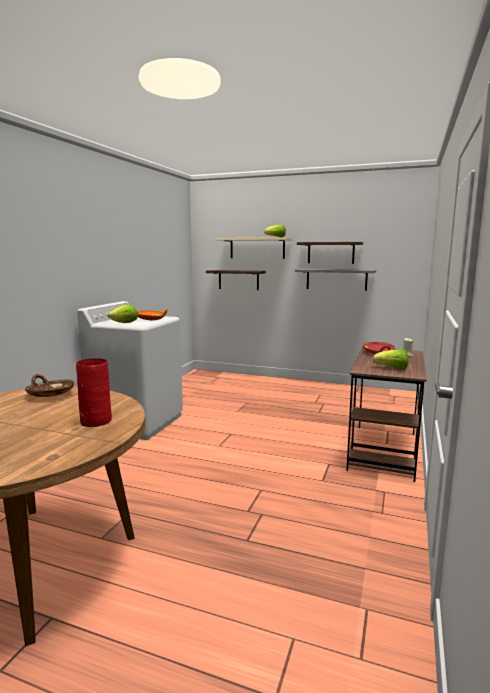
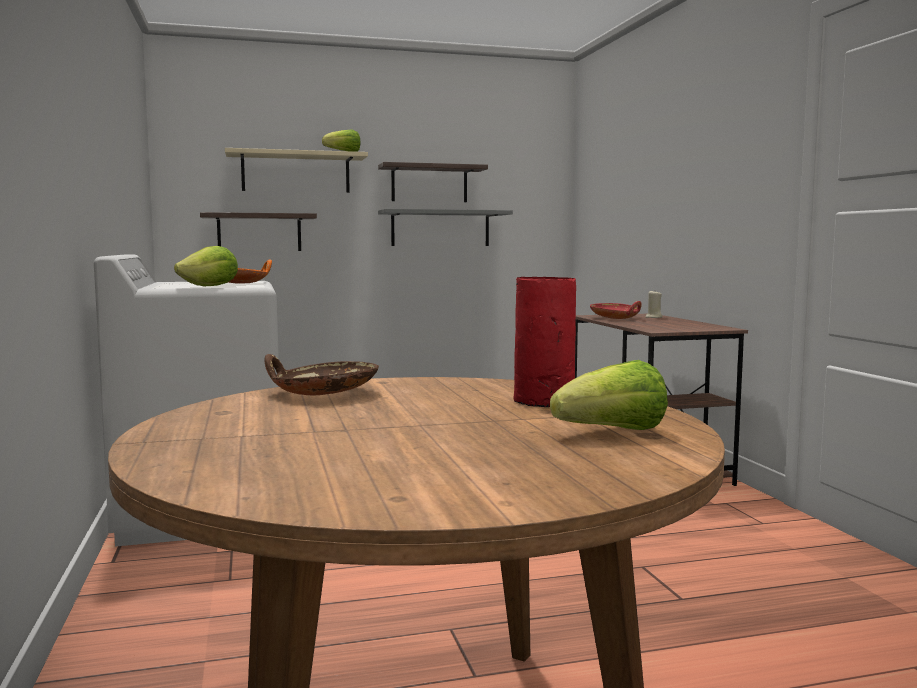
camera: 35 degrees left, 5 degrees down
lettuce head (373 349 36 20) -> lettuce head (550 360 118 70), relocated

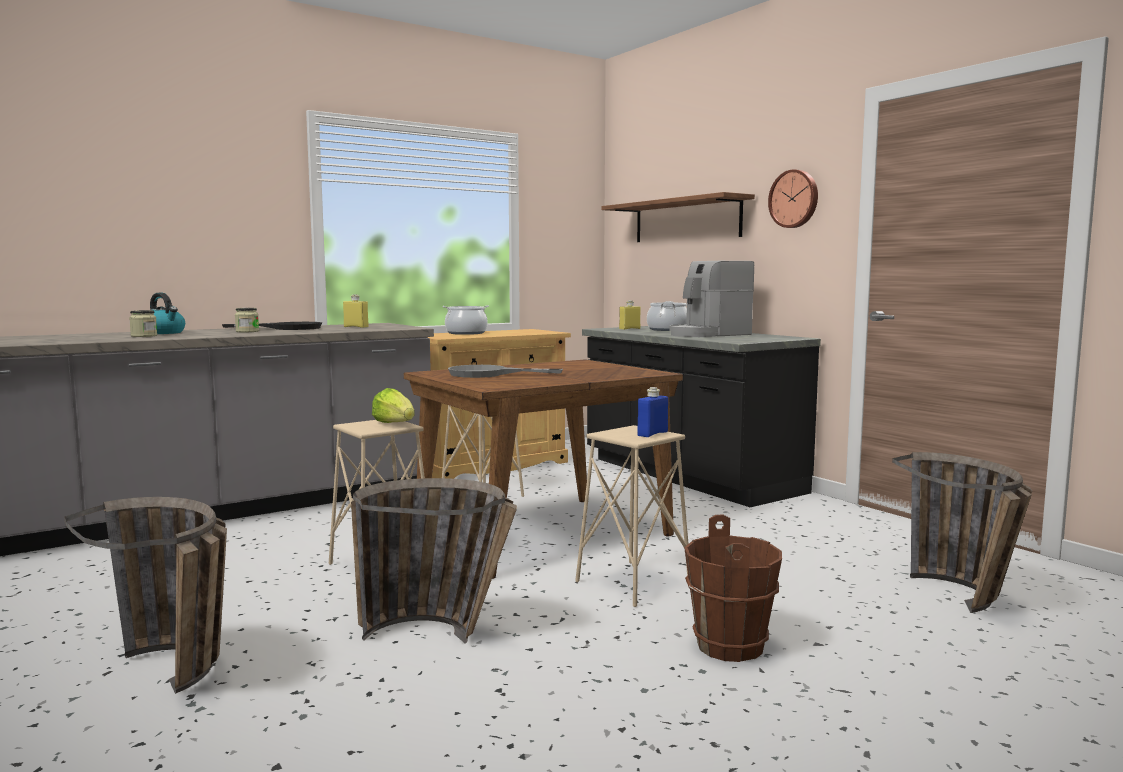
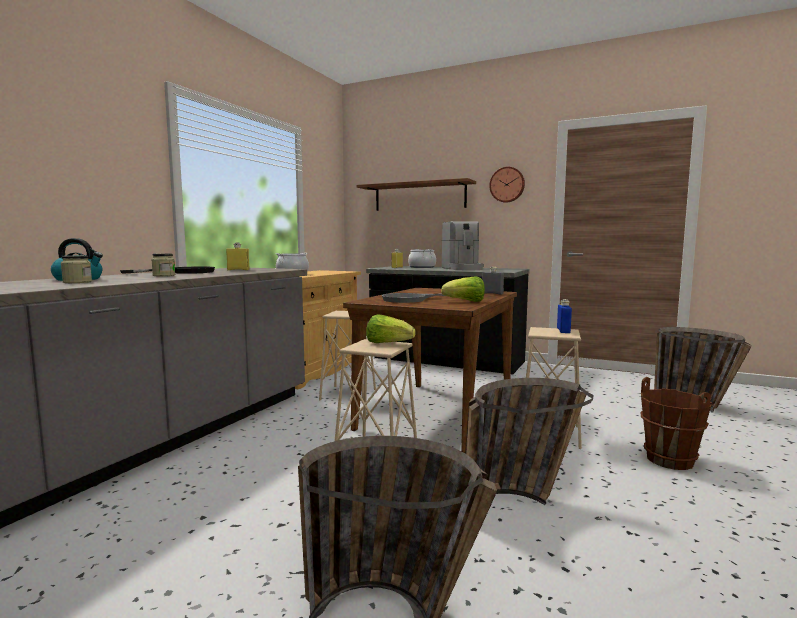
camera: 30 degrees left, 0 degrees up
none -> lettuce head (441 276 44 26)
coffee maker (669 261 85 76) -> coffee maker (442 221 42 49), 45 degrees counterclockwise
none -> grey drink bottle (482 266 22 29)

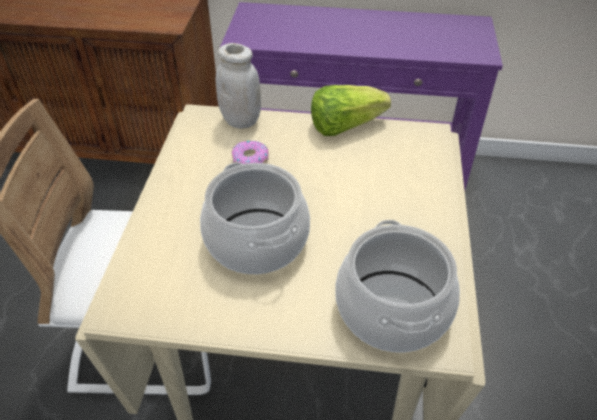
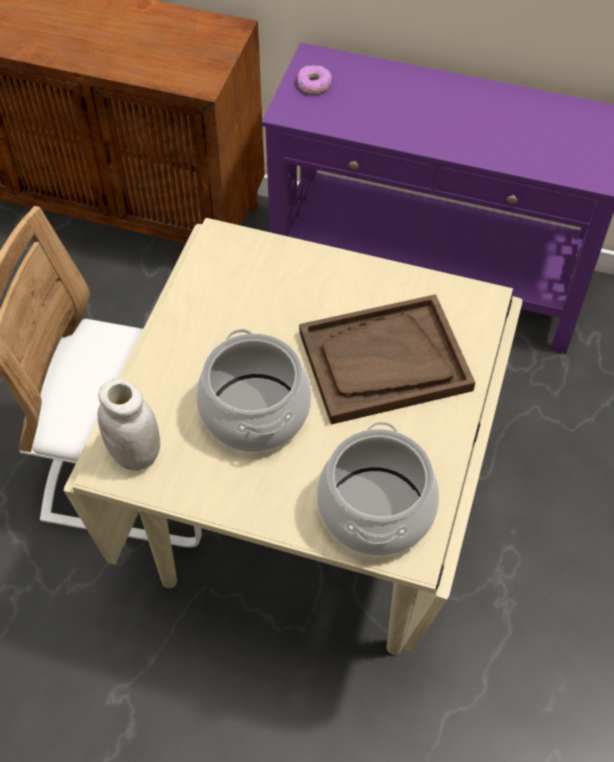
camera: 10 degrees right, 10 degrees up
whitish jar (216 43 45 86) -> whitish jar (97 378 63 93), relocated
doughnut (232 141 37 23) -> doughnut (297 65 35 29), relocated
none -> brownish serving tray (299 294 176 130)
lettuce head (311 85 80 51) -> none

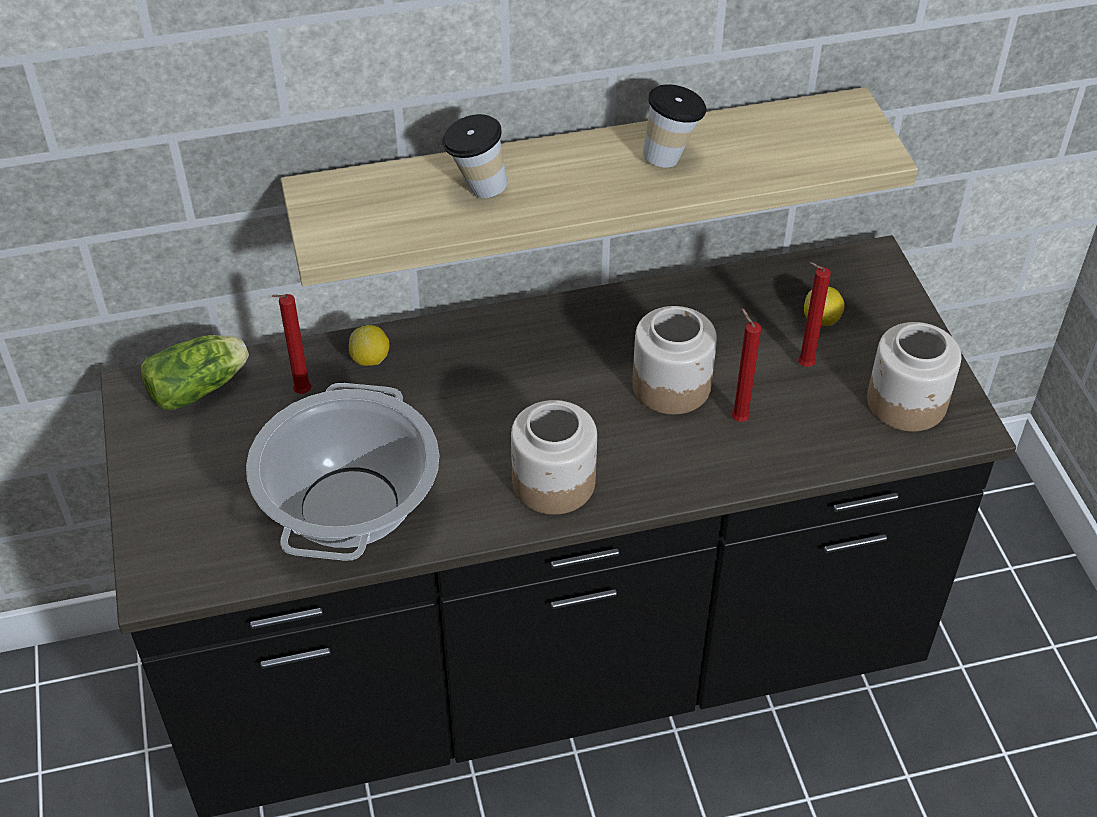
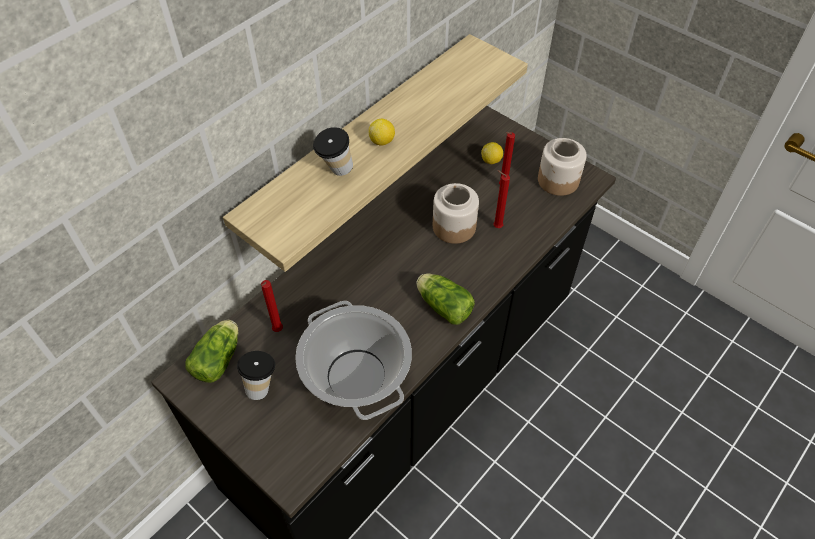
camera: 35 degrees left, 5 degrees up
small cup (643 84 64 84) -> small cup (237 351 38 49), relocated
whole lemon (349 325 41 41) -> whole lemon (368 119 27 27), relocated
jar (511 400 86 115) -> lettuce head (416 273 59 52)

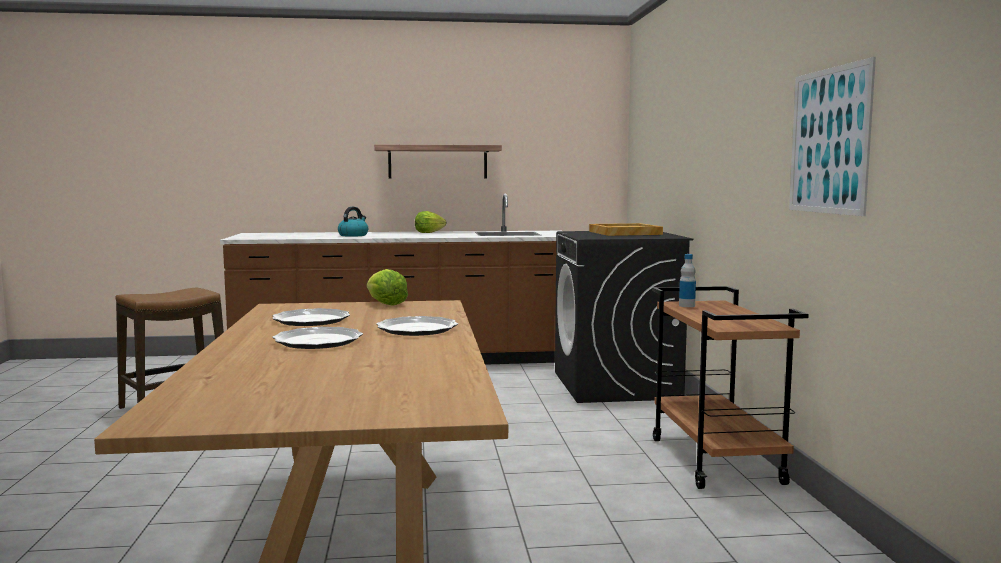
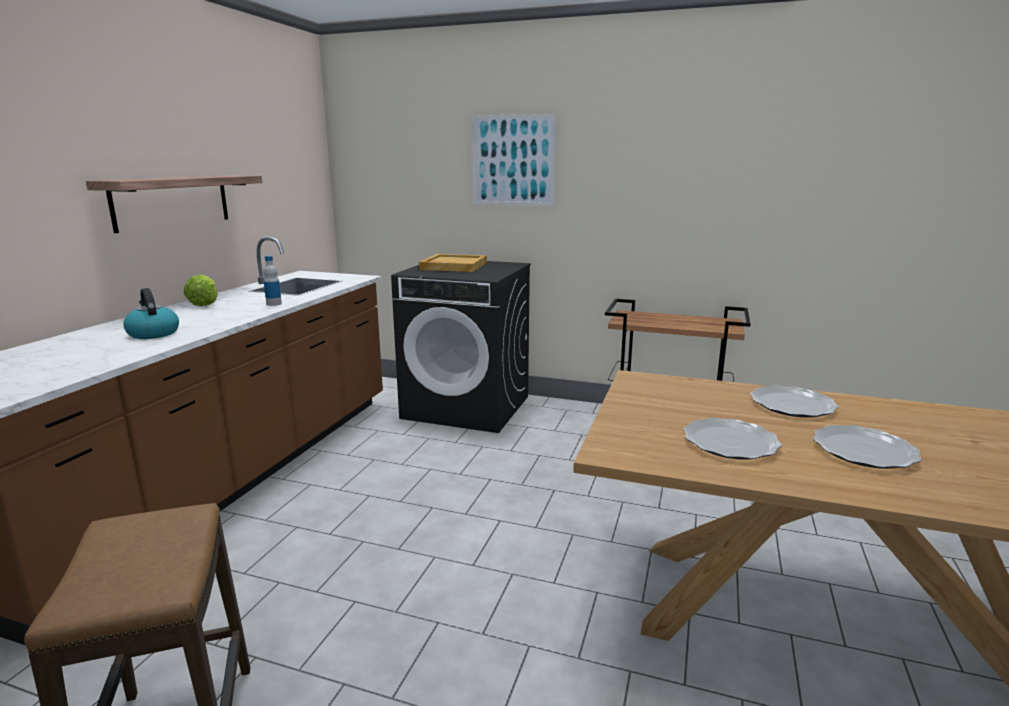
camera: 65 degrees left, 10 degrees up
drink bottle (679 254 17 53) -> drink bottle (263 256 19 50), relocated
wall picture (789 57 87 159) -> wall picture (472 114 84 92), relocated
lettuce head (367 269 41 37) -> none

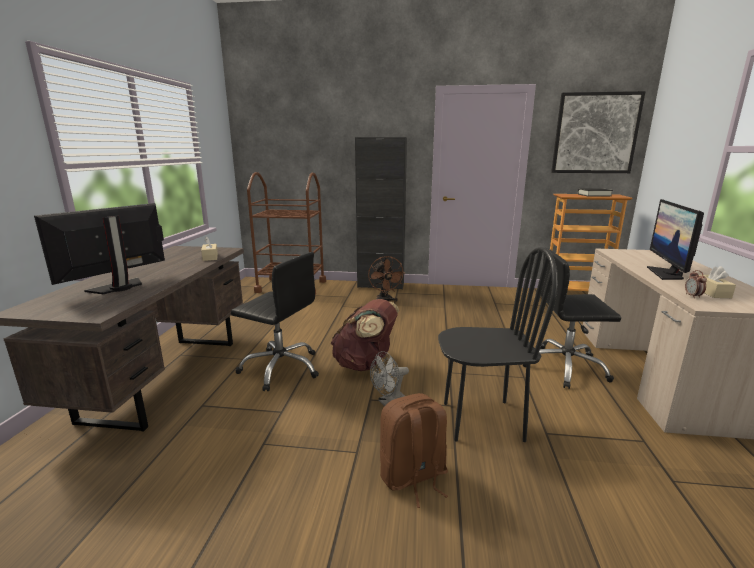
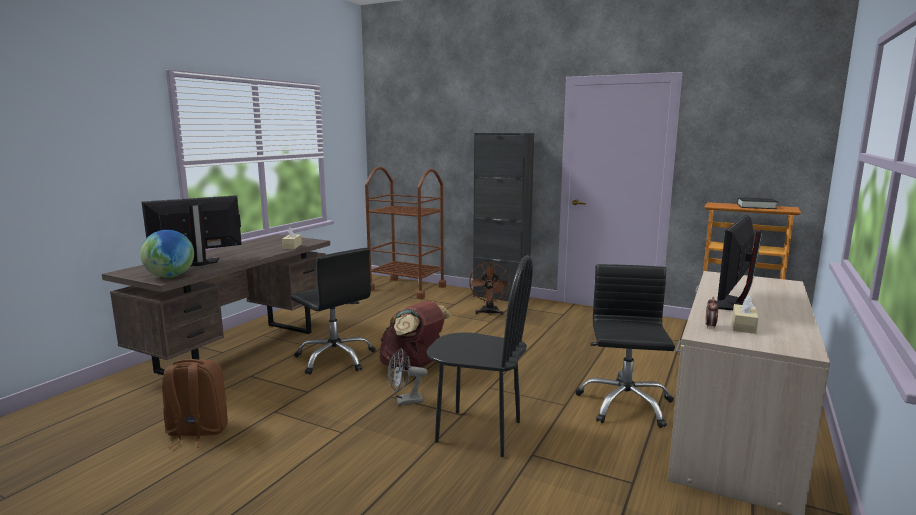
camera: 20 degrees right, 5 degrees down
none -> desk globe (140 230 54 48)
brownish rucksack (380 393 68 115) -> brownish rucksack (162 359 66 90), relocated
black-coloured office chair (523 248 98 141) -> black-coloured office chair (575 264 100 164), 75 degrees clockwise
wall picture (551 91 95 82) -> none

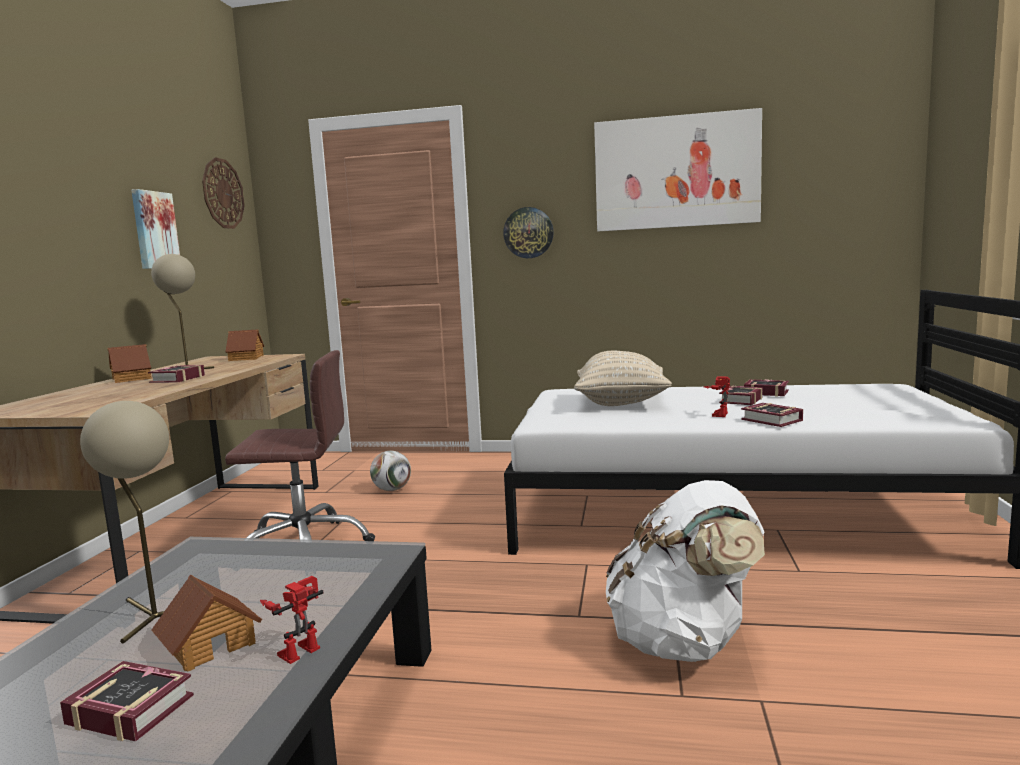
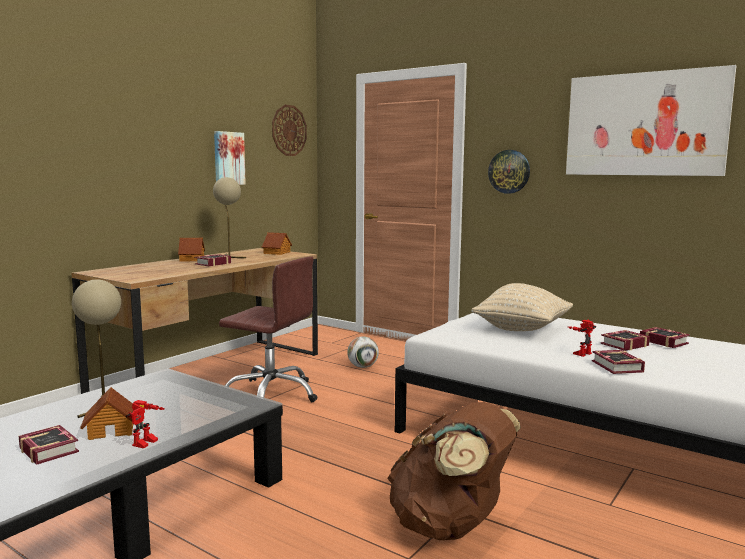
camera: 25 degrees right, 0 degrees up
toy robot (260 576 64 88) -> toy robot (126 400 38 48), 135 degrees clockwise
whitish rucksack (606 480 159 182) -> brownish rucksack (387 402 134 138)

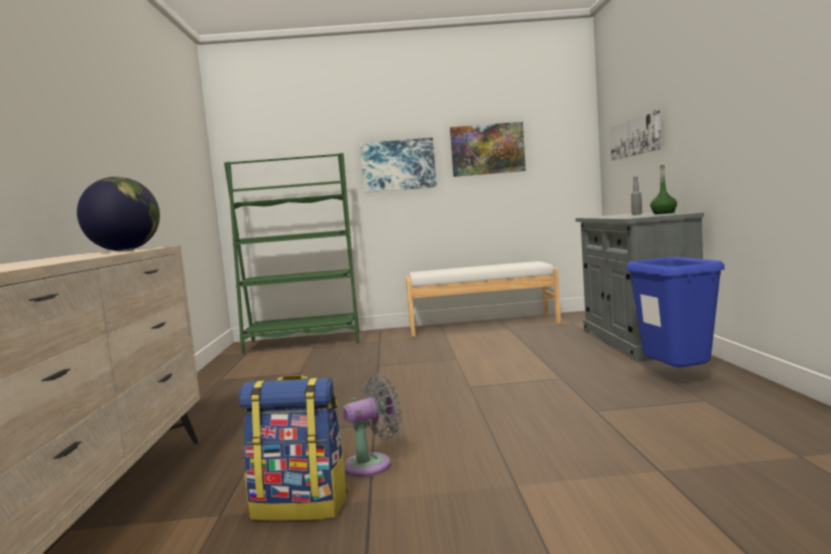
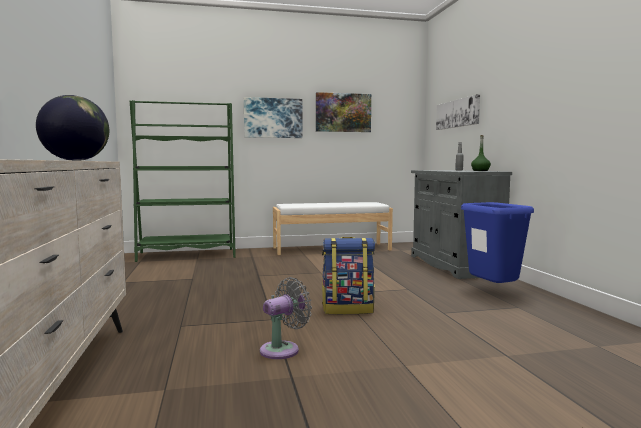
camera: 10 degrees left, 0 degrees up
rucksack (238 375 110 146) -> rucksack (322 237 53 77), relocated

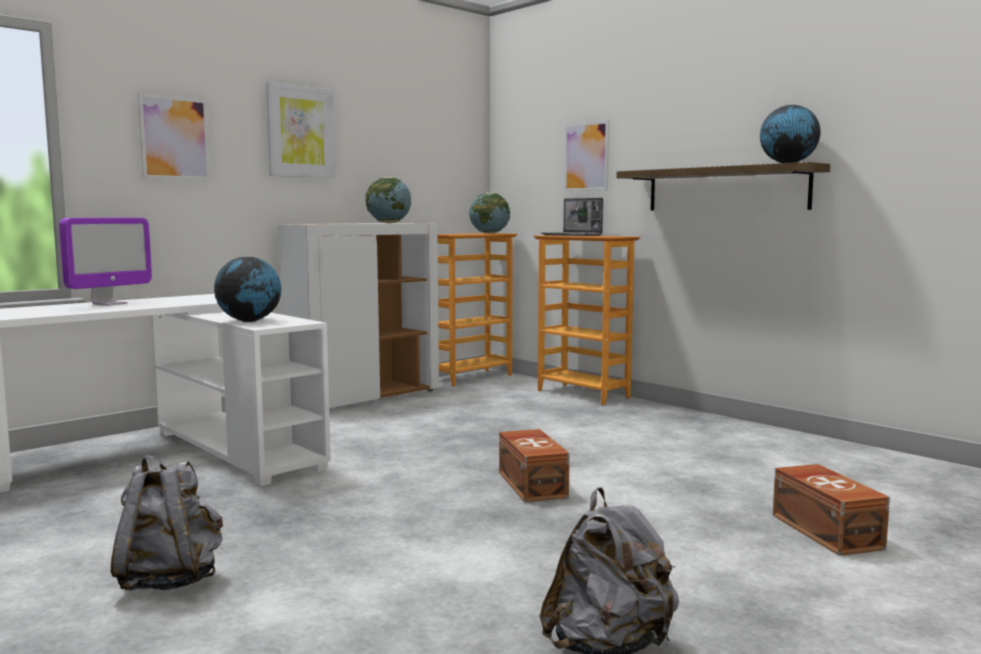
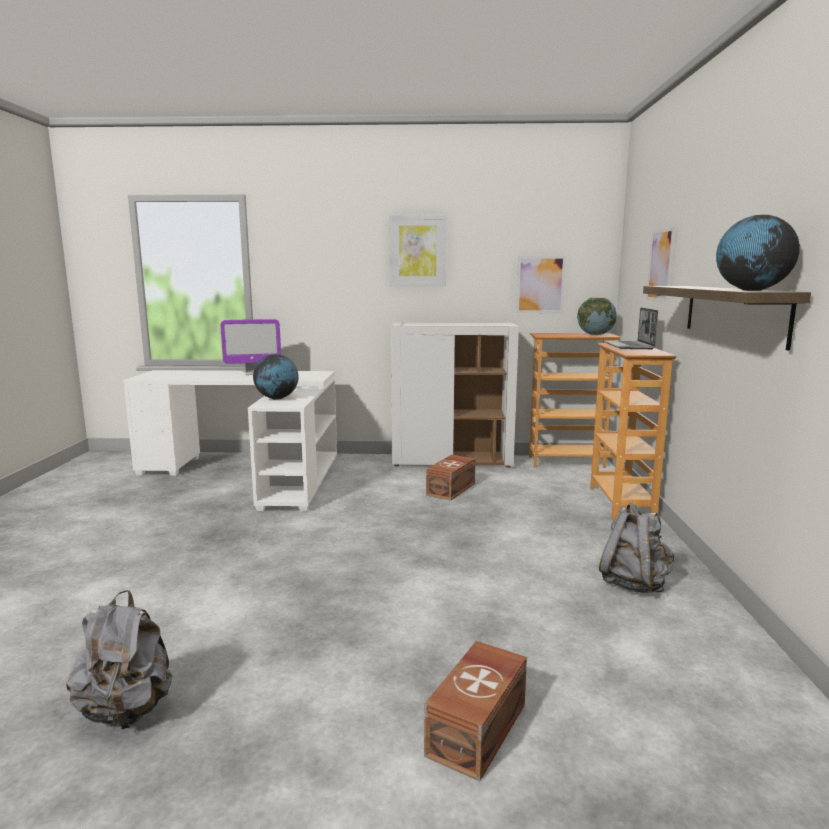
camera: 45 degrees right, 5 degrees up
brownish storage bin (499 429 71 73) -> brownish storage bin (426 455 49 45), relocated
wall picture (138 93 73 88) -> wall picture (516 256 50 57), relocated
grey rucksack (111 455 112 135) -> grey rucksack (599 503 75 90), relocated
desk globe (366 177 45 46) -> none

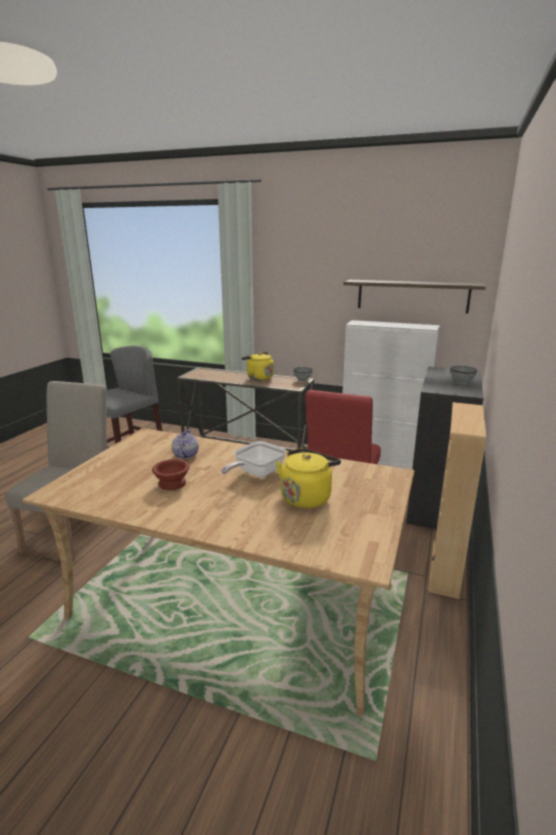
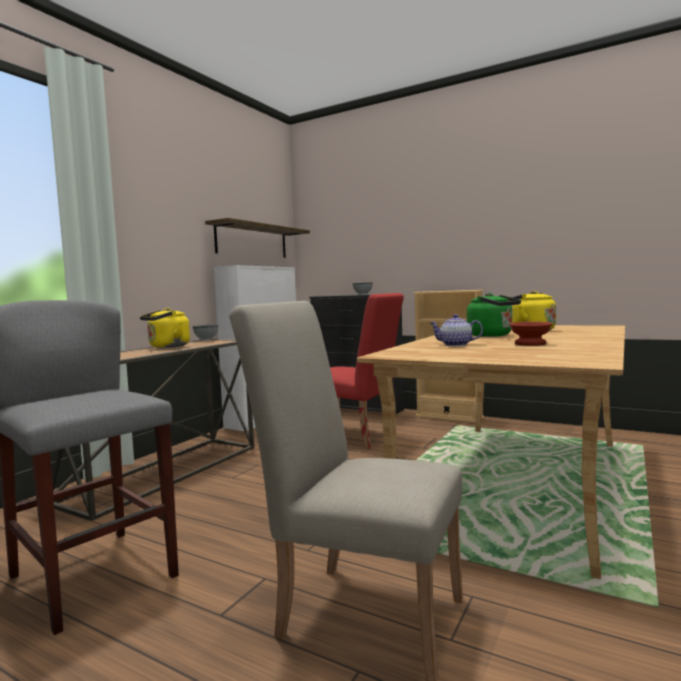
camera: 80 degrees left, 15 degrees down
pan (221 441 66 36) -> green-coloured tea kettle (467 293 54 44)

